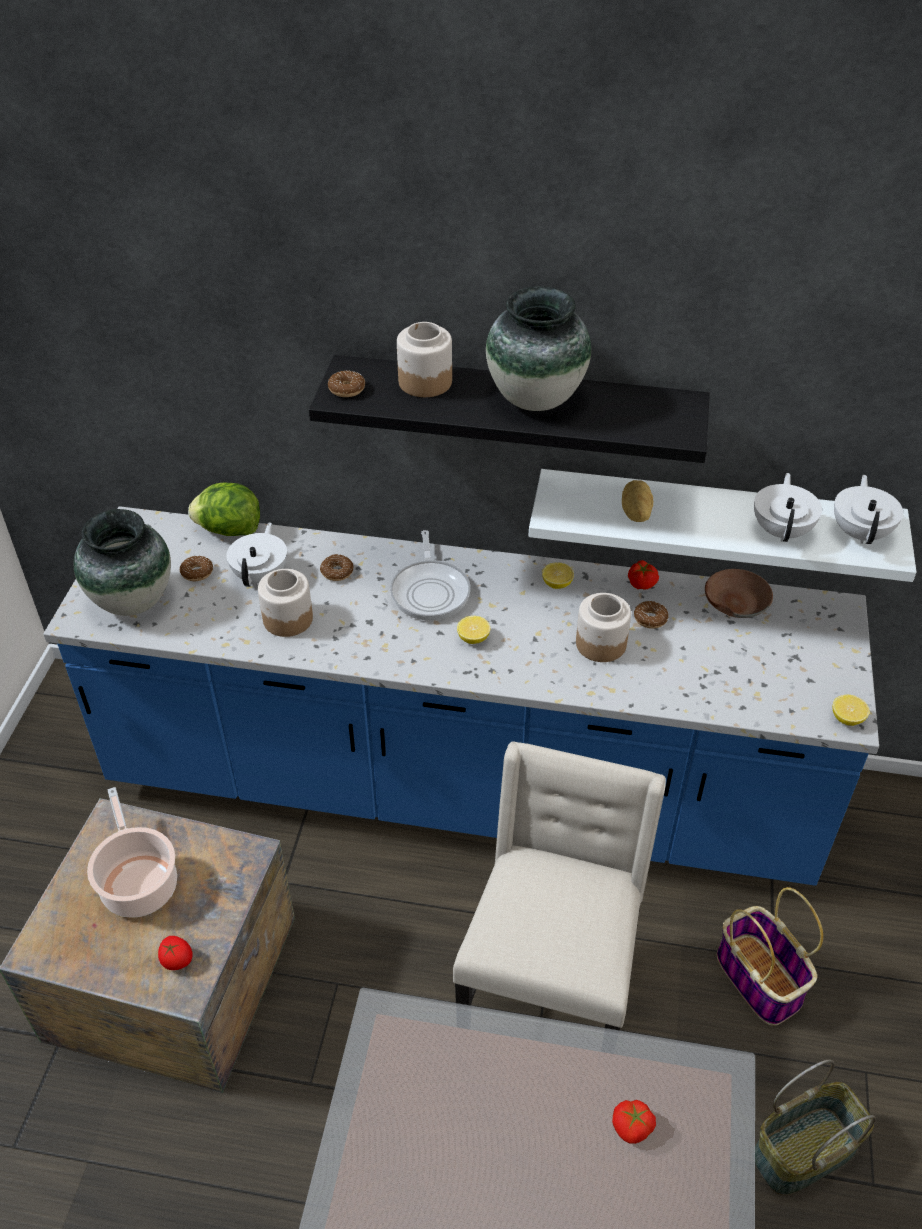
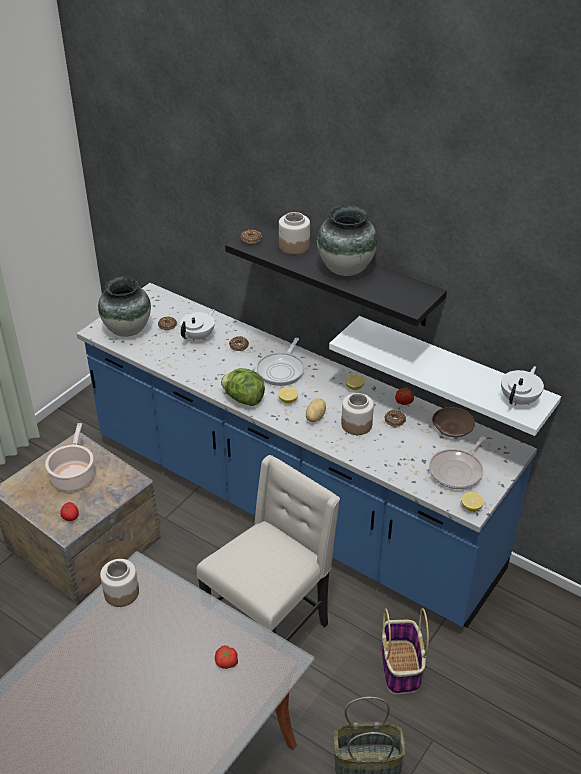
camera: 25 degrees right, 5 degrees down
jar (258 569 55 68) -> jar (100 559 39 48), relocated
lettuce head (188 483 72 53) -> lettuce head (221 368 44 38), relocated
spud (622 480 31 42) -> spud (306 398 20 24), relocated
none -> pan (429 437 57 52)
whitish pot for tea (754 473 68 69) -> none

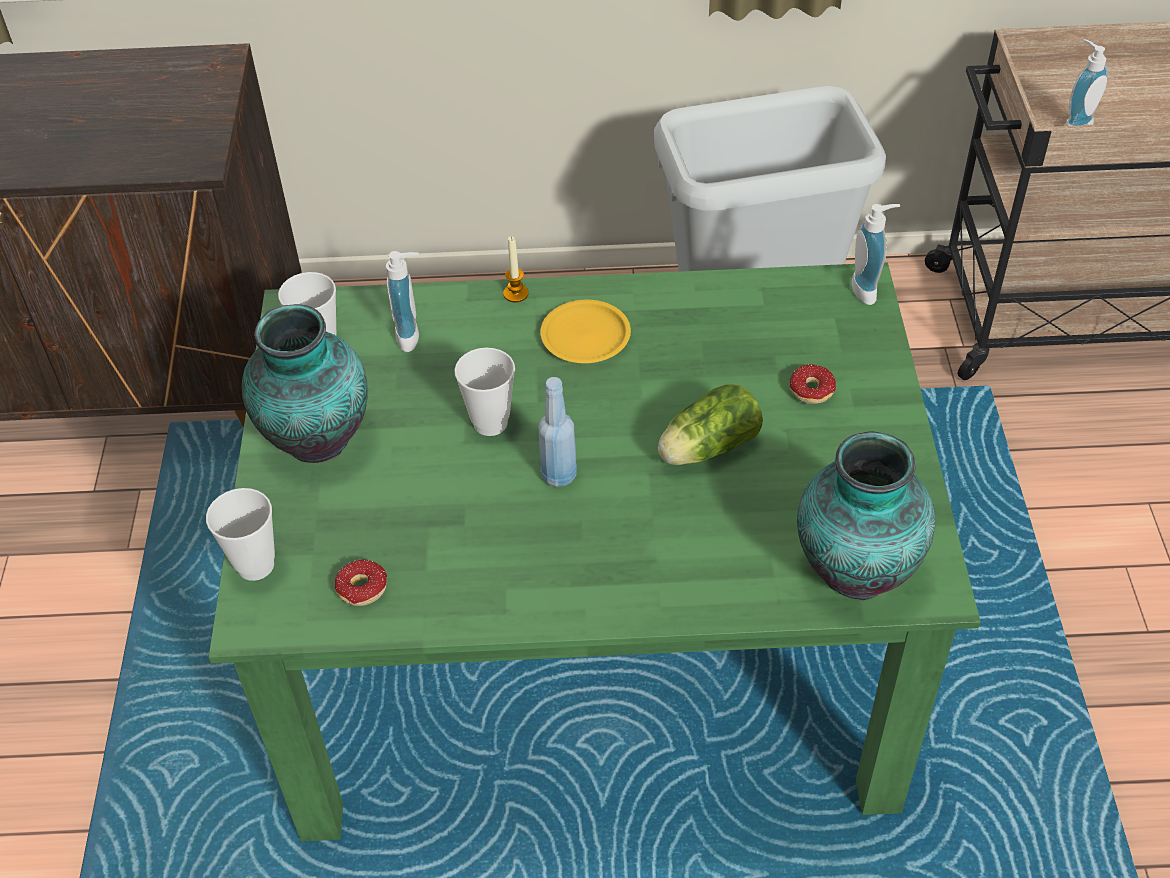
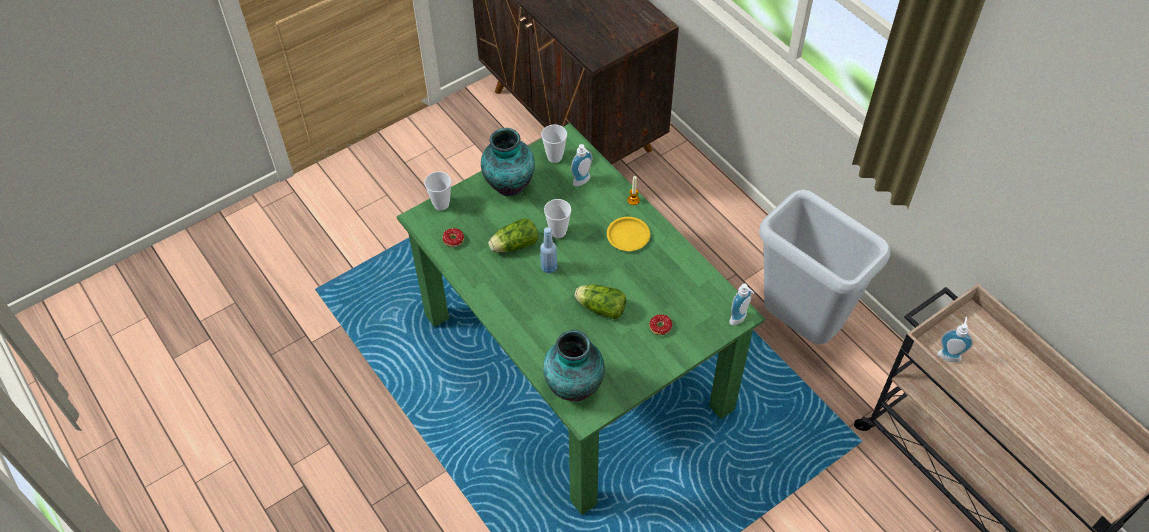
camera: 55 degrees right, 5 degrees up
none -> lettuce head (488 219 50 33)

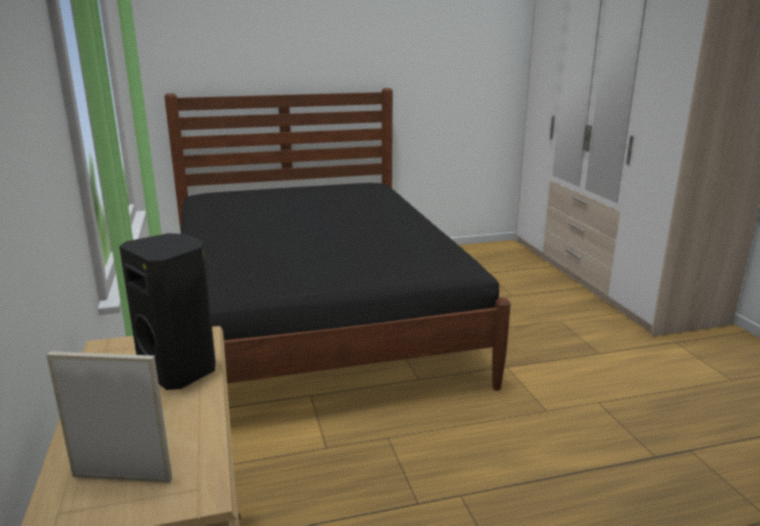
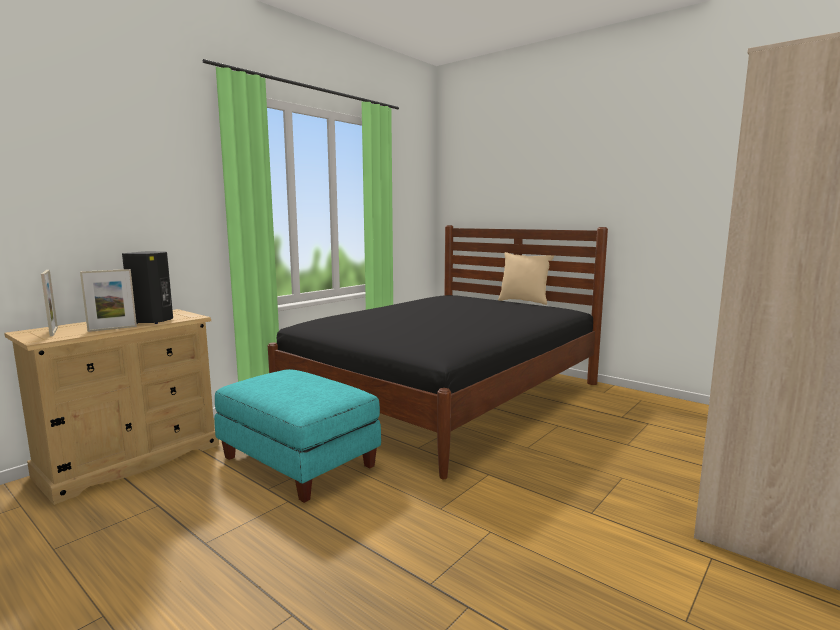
camera: 55 degrees right, 10 degrees down
none -> picture frame (80 269 57 63)
none -> turquoise-coloured footrest (214 369 167 134)
none -> sand-coloured throw pillow (498 252 56 53)

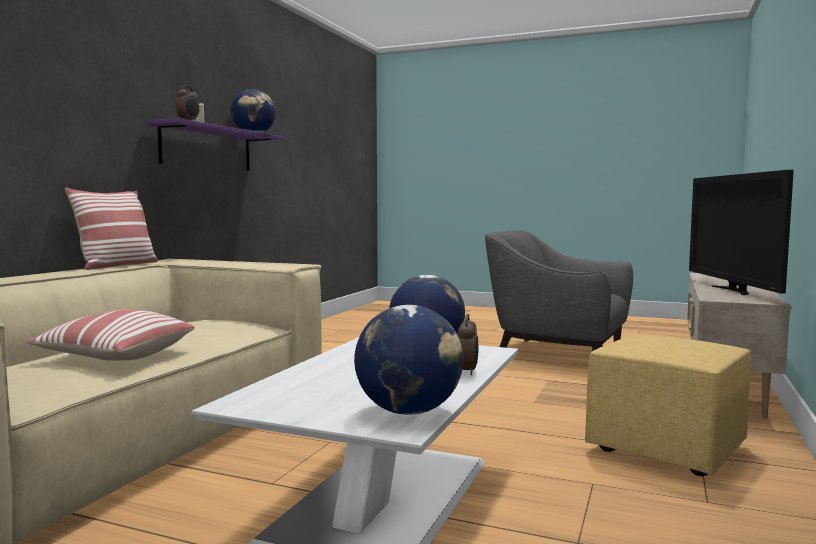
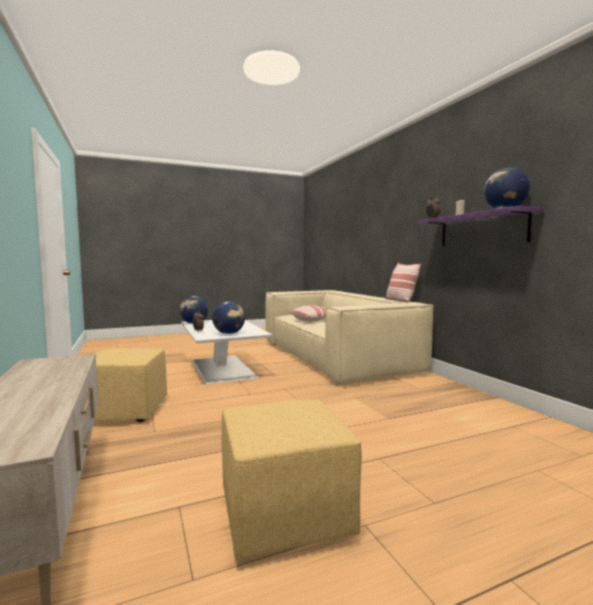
camera: 135 degrees right, 0 degrees up
grey easy chair (485 230 148 121) -> yellow footrest (222 399 140 161)
TV set (689 170 105 125) -> none

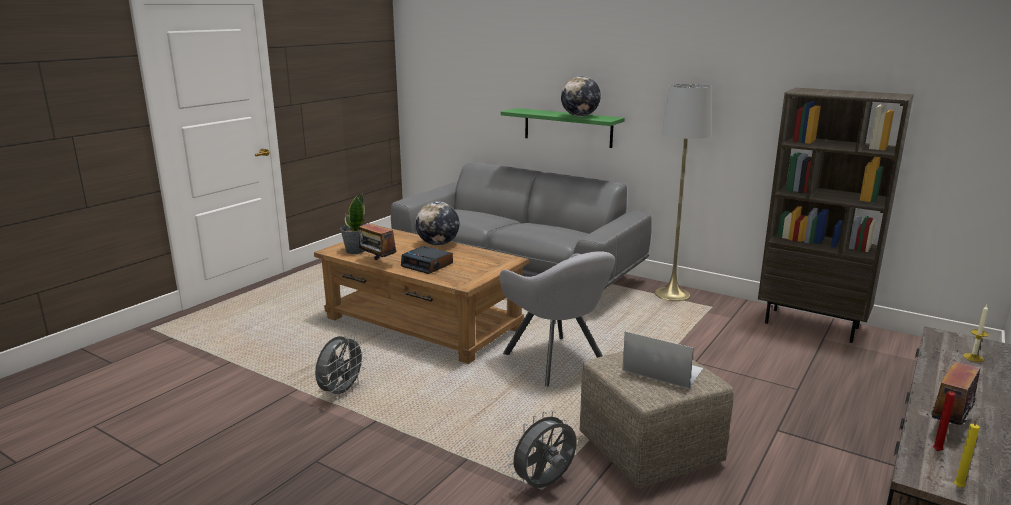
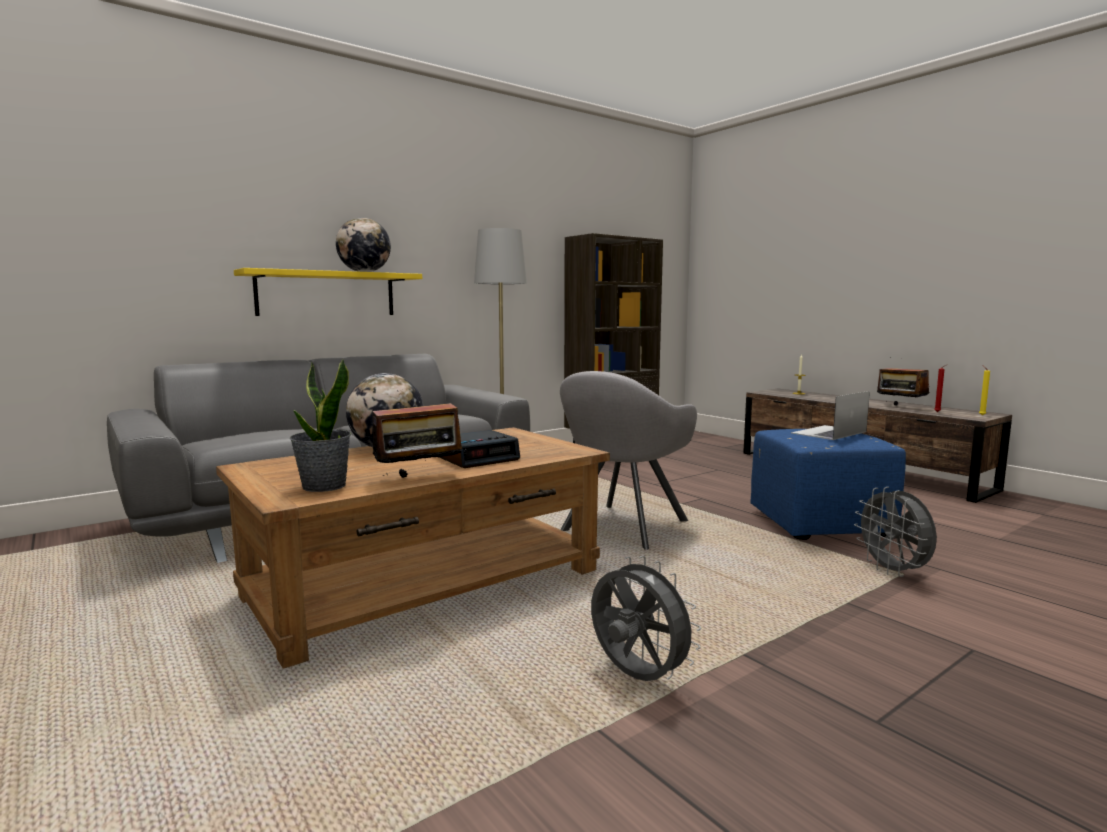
camera: 70 degrees left, 10 degrees down
green-coloured wall shelf (501 108 124 40) -> yellow wall shelf (234 268 188 48)
grey easy chair (500 251 115 136) -> grey easy chair (560 371 137 179), 135 degrees clockwise
sand-coloured footrest (580 351 154 138) -> bluish footrest (750 429 156 111)

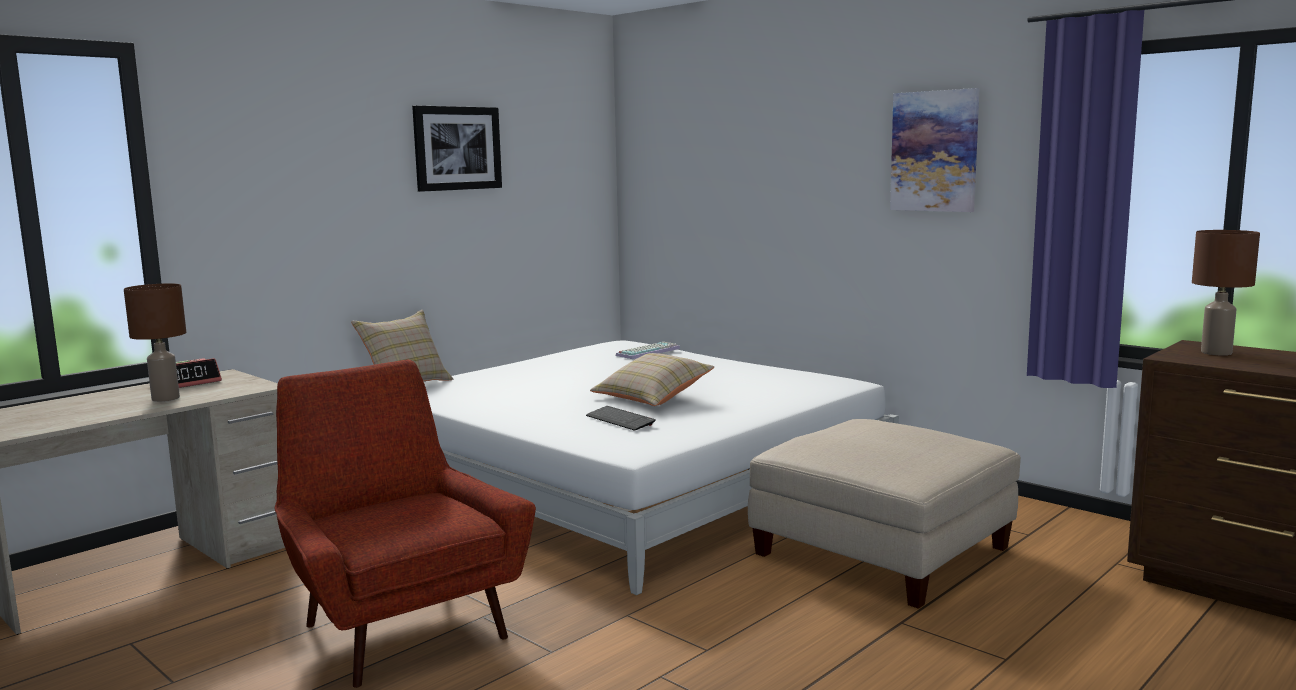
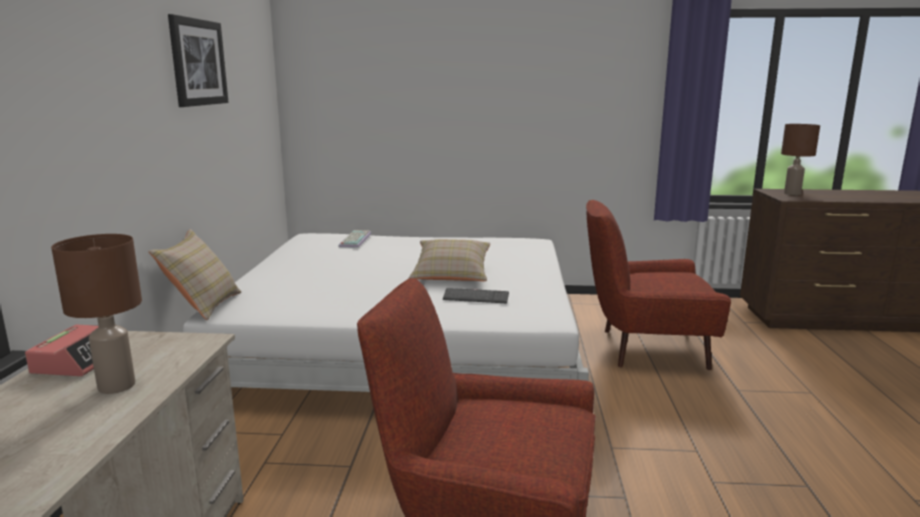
camera: 40 degrees left, 5 degrees up
sand-coloured footrest (748 419 273 190) -> red easy chair (586 200 145 170)
wall picture (890 88 90 124) -> none

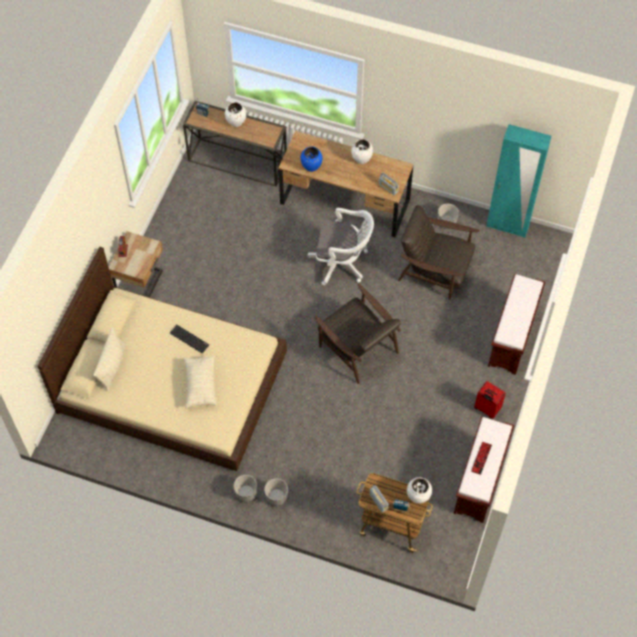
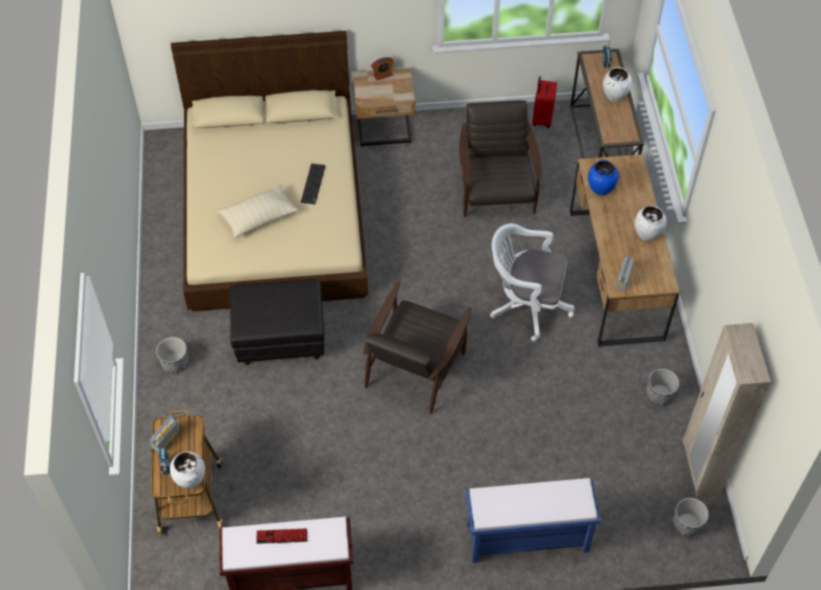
camera: 65 degrees right, 5 degrees down
none -> black-coloured footrest (229 279 96 86)
brownish easy chair (398 205 82 95) -> brownish easy chair (459 100 83 117), relocated
brownish long seat (488 274 57 101) -> bluish long seat (466 478 135 85)
whitish office chair (307 208 67 77) -> whitish office chair (490 223 85 119), 120 degrees clockwise
red piece of luggage (474 381 32 38) -> red piece of luggage (532 76 25 52), relocated
plant pot (233 475 24 27) -> plant pot (673 498 36 39), relocated
turquoise-coloured wardrobe (486 124 65 114) -> sand-coloured wardrobe (683 323 88 174)
sand-coloured throw pillow (93 328 33 63) -> none

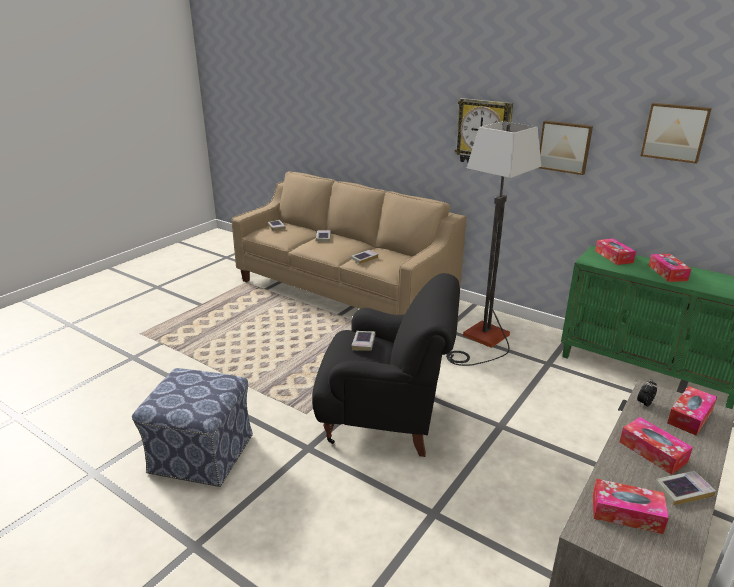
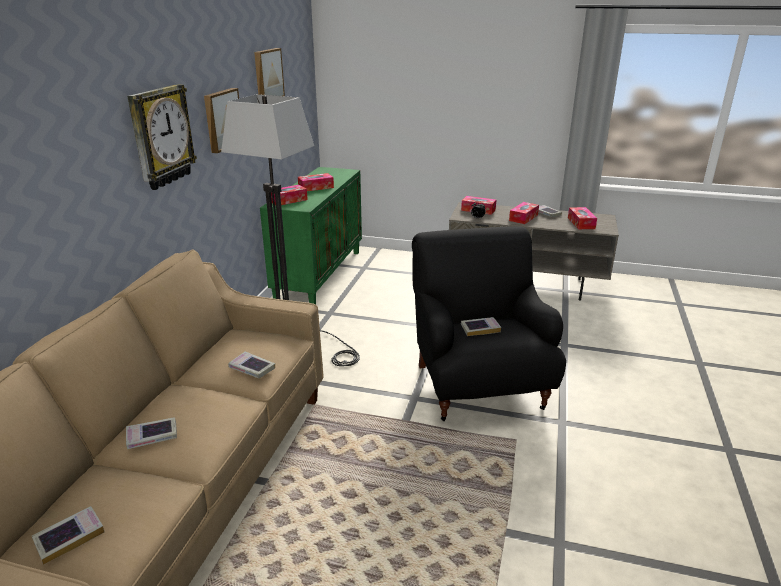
camera: 110 degrees left, 0 degrees up
footrest (132 368 121 119) -> none

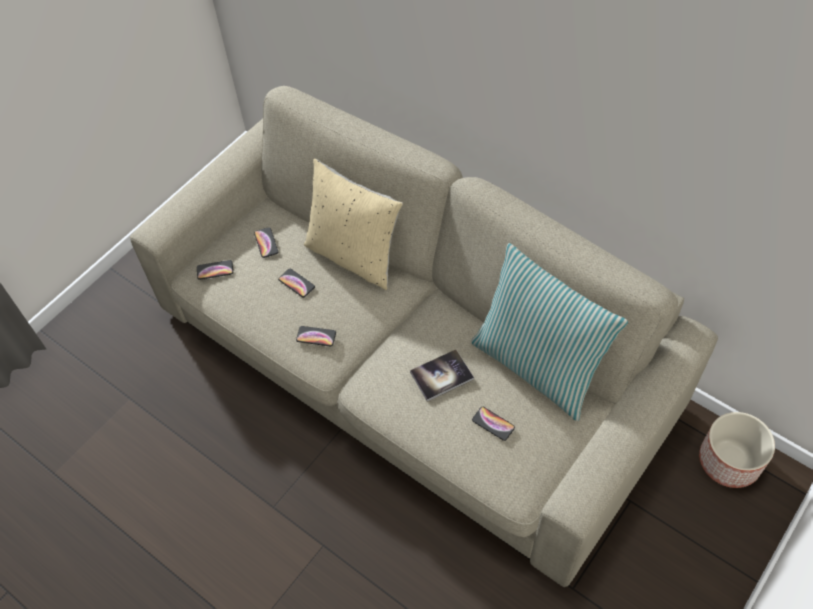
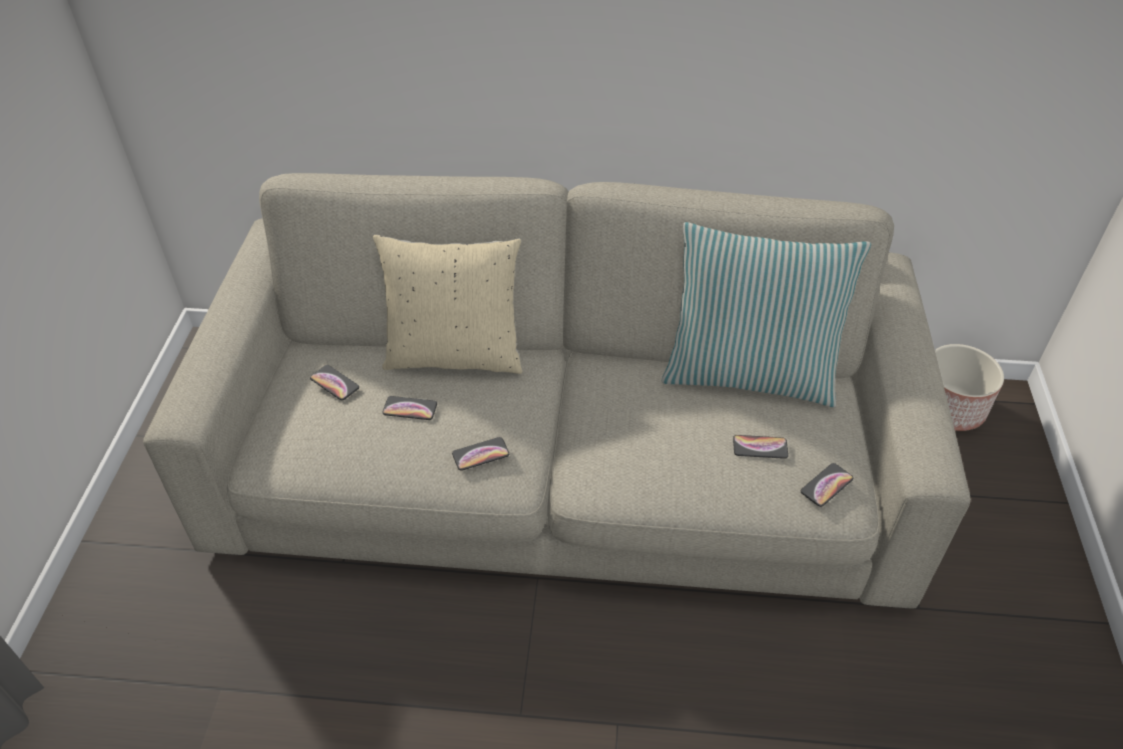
camera: 35 degrees left, 10 degrees down
telephone (197 260 36 20) -> telephone (801 463 52 44), relocated
bound book (410 350 64 52) -> none

